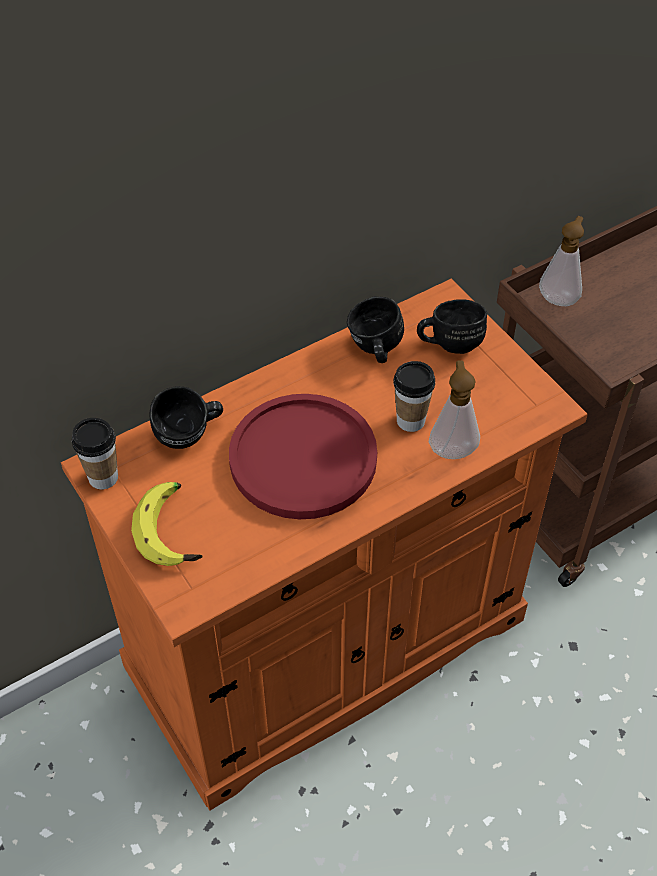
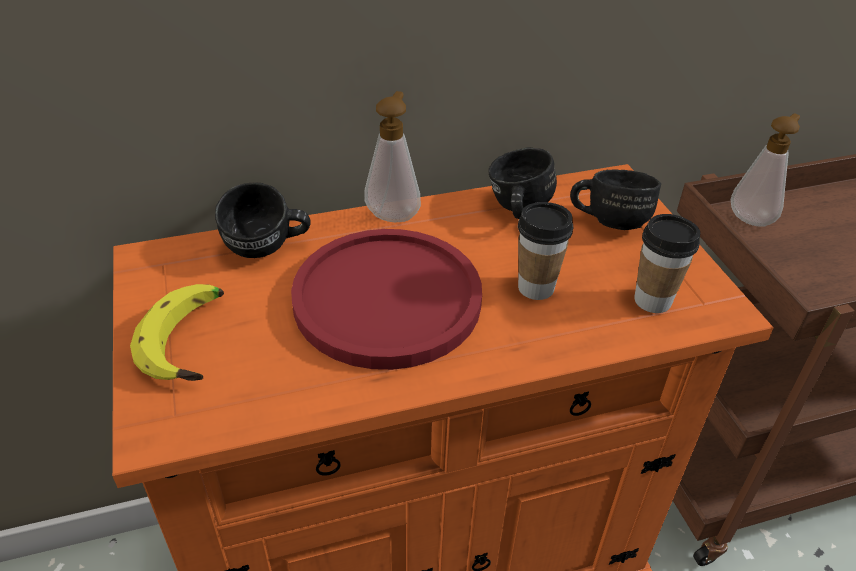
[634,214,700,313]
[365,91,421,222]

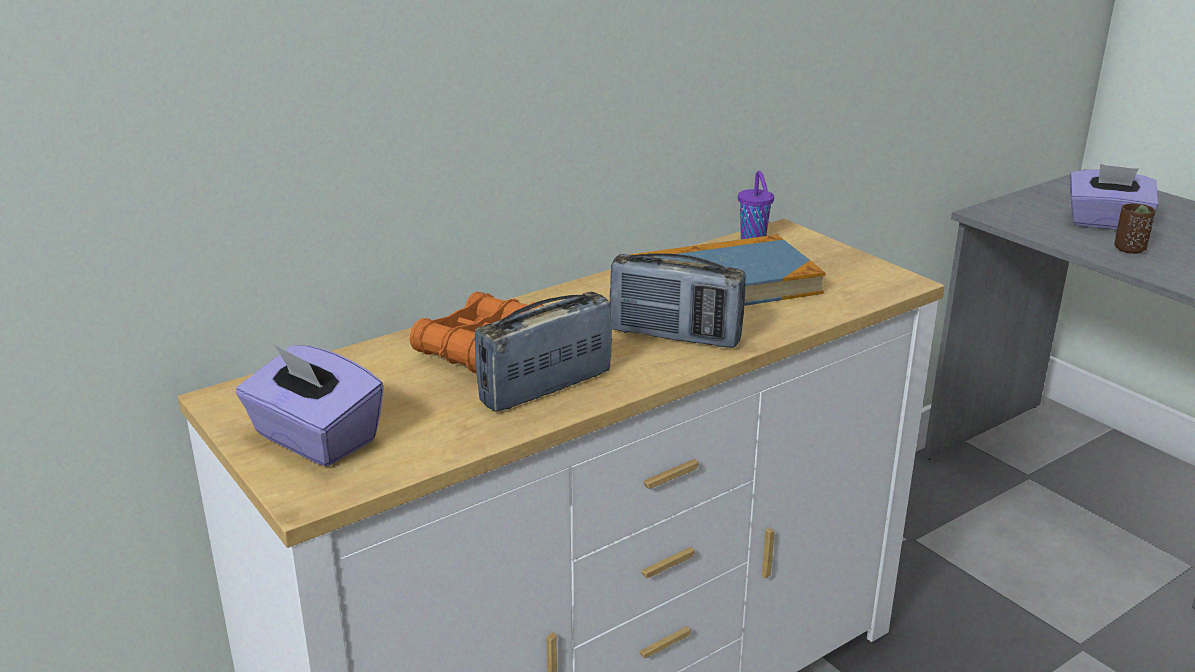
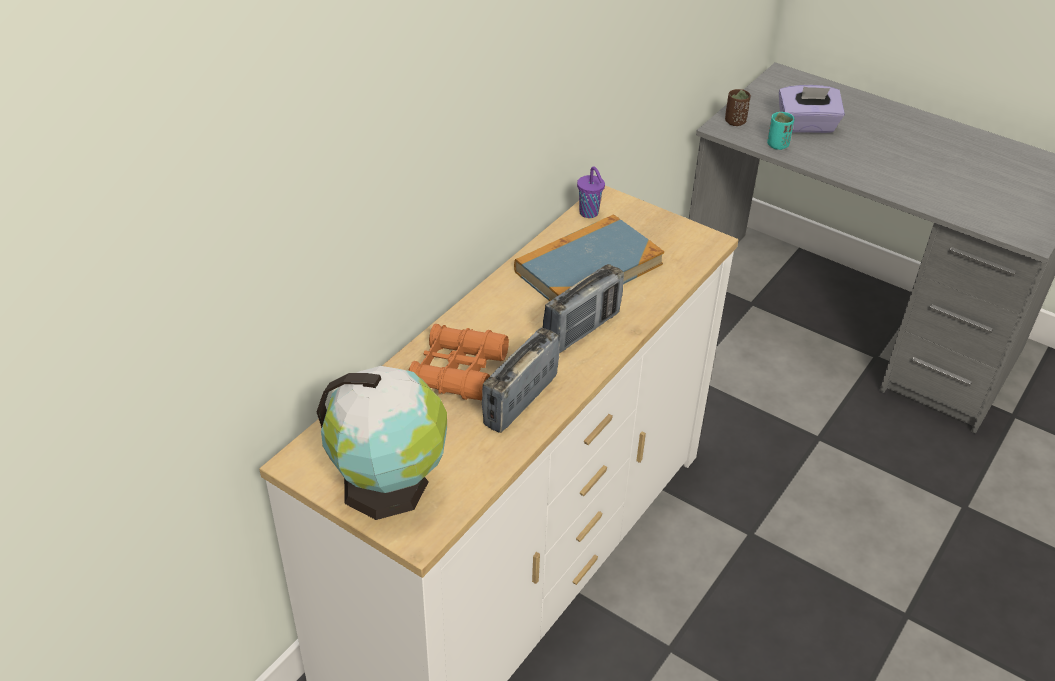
[316,366,447,520]
[543,264,624,353]
[725,89,751,126]
[767,112,794,150]

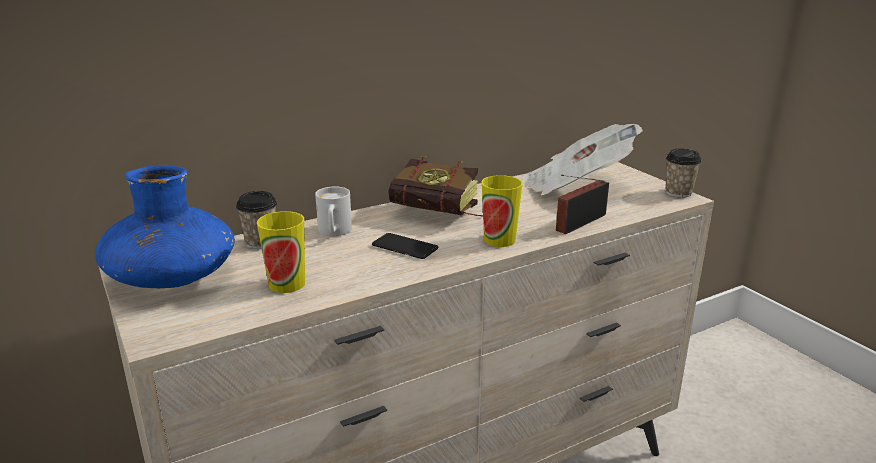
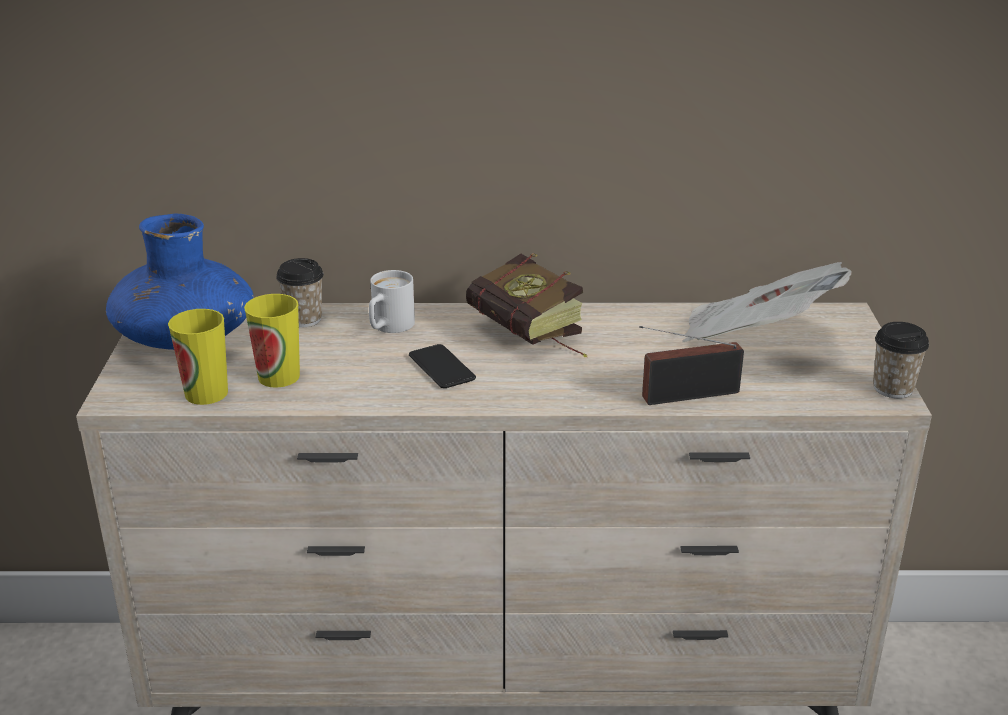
[168,309,228,405]

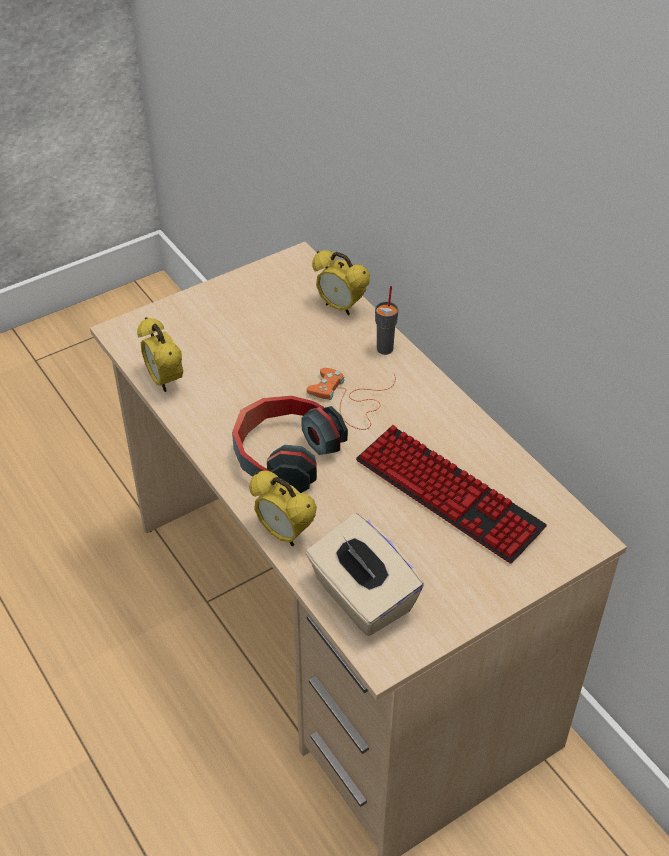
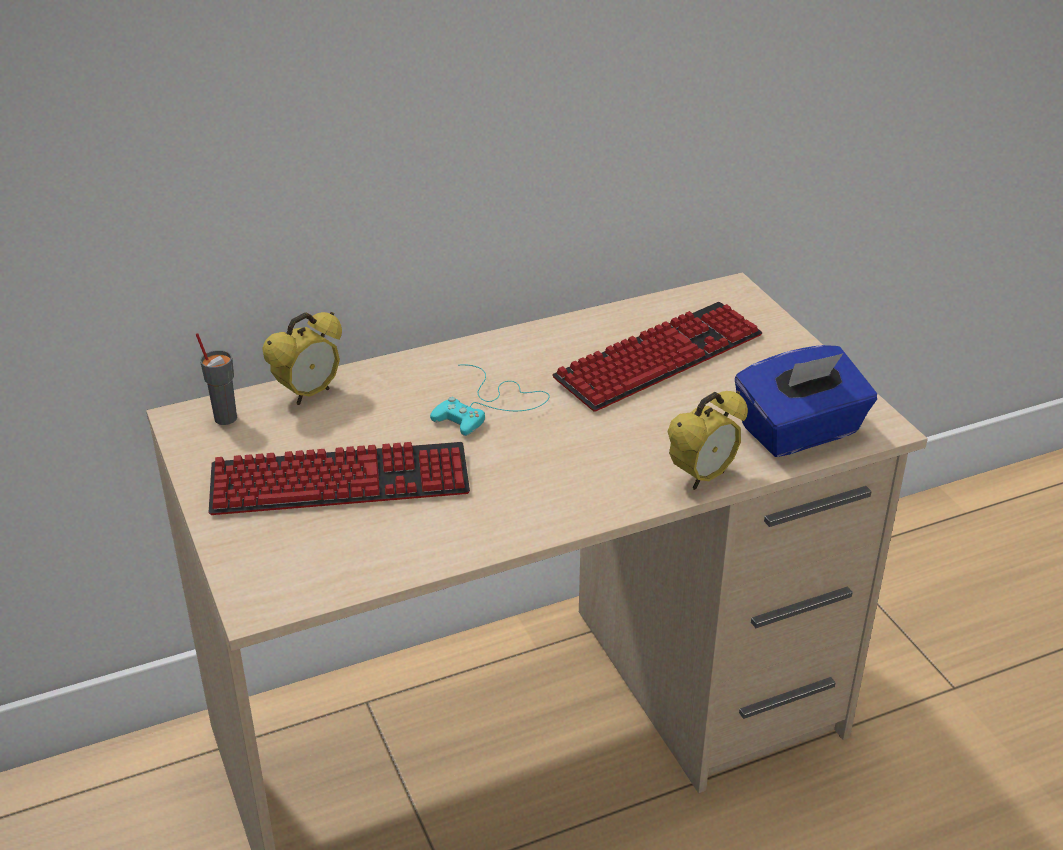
[137,317,183,392] (first image)
[232,396,348,493] (first image)
[735,345,877,457]
[430,364,550,436]
[196,333,237,425]
[209,442,470,515]

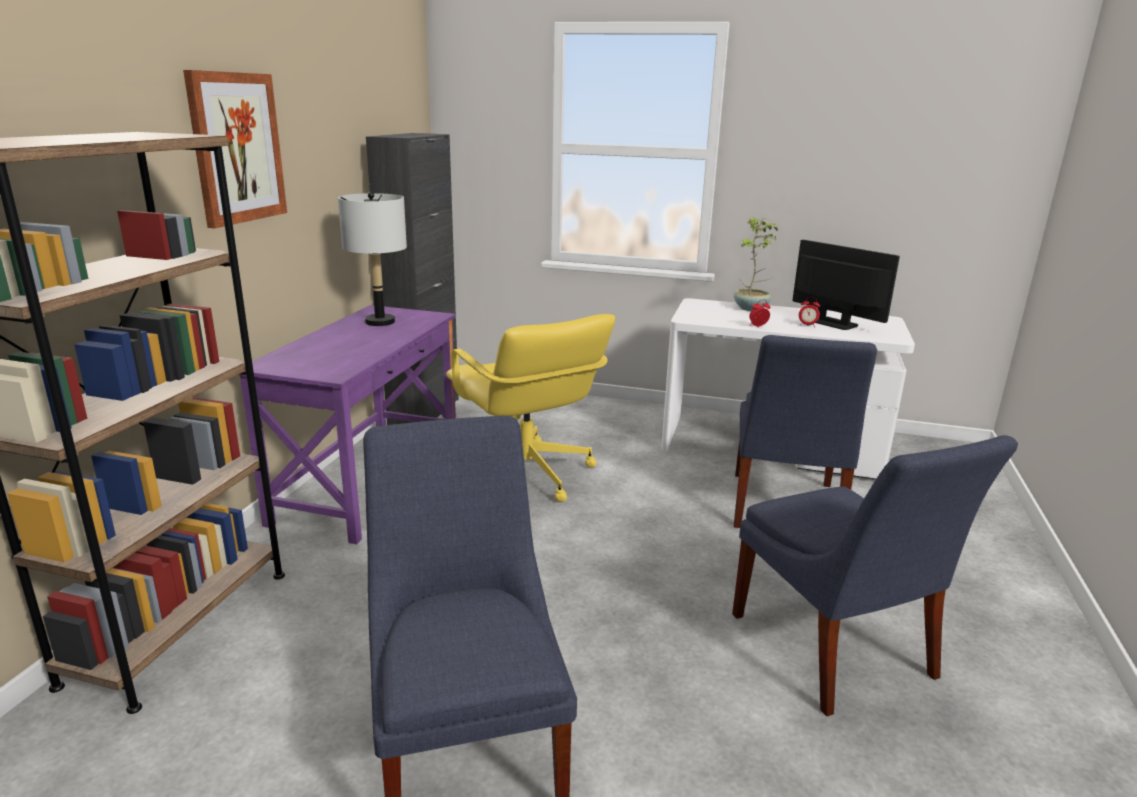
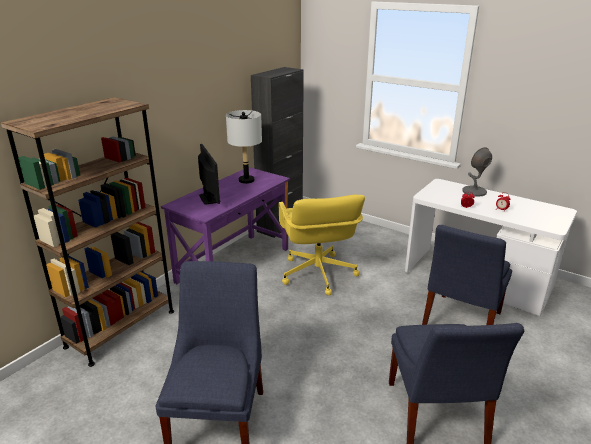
[183,70,287,228] (first image)
[462,147,492,197]
[198,144,220,204]

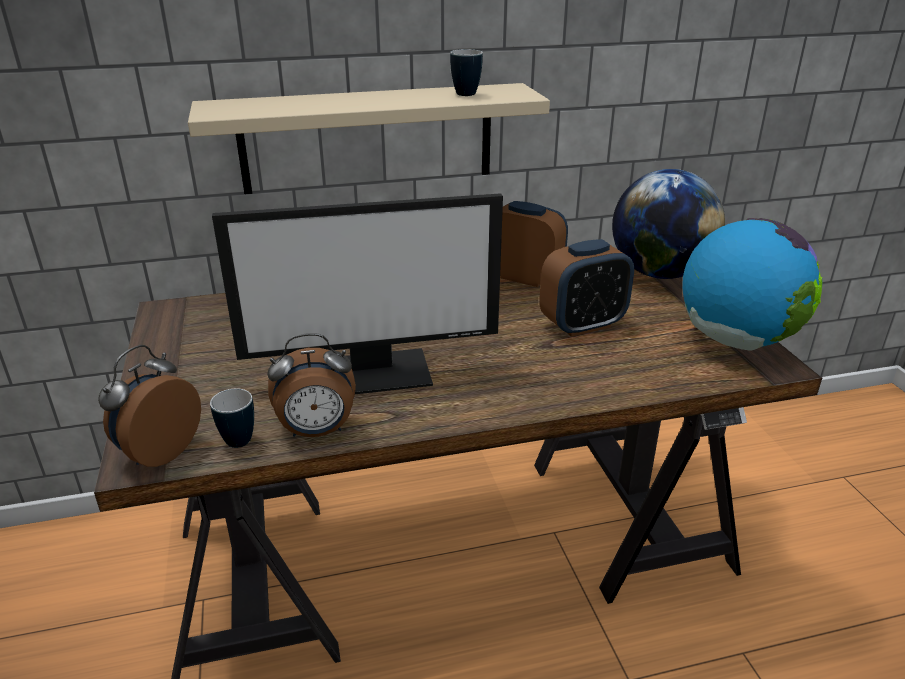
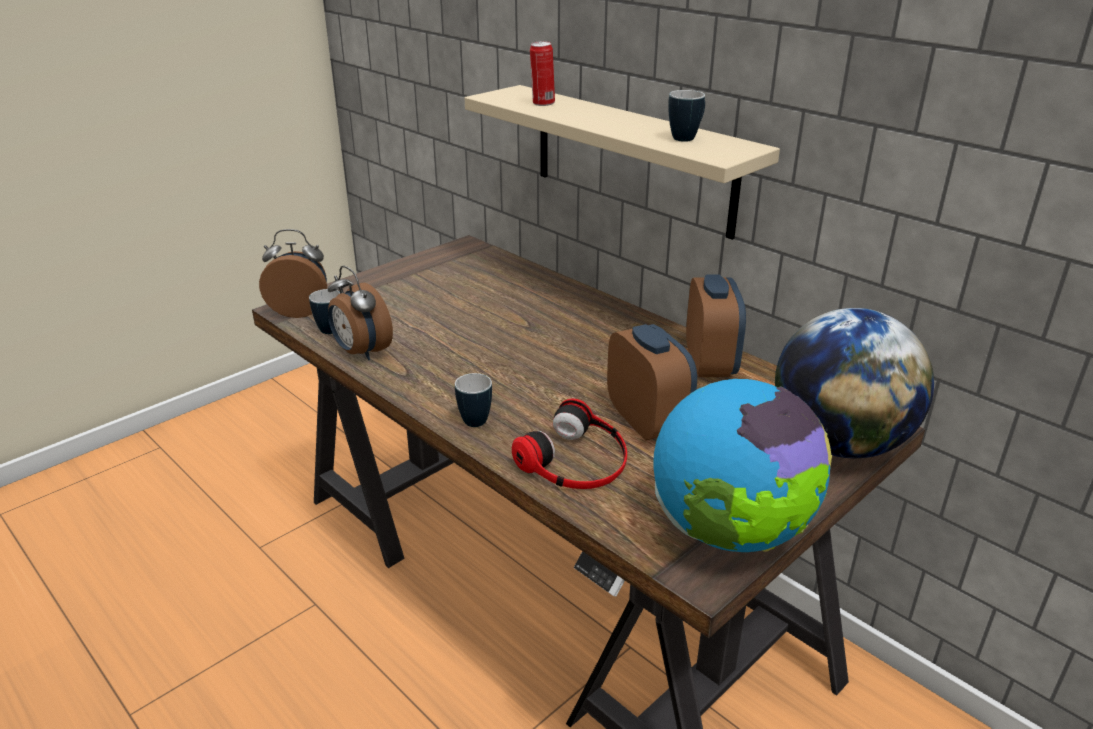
[212,193,503,394] (first image)
[607,324,697,441]
[455,373,492,427]
[512,398,627,489]
[530,41,555,106]

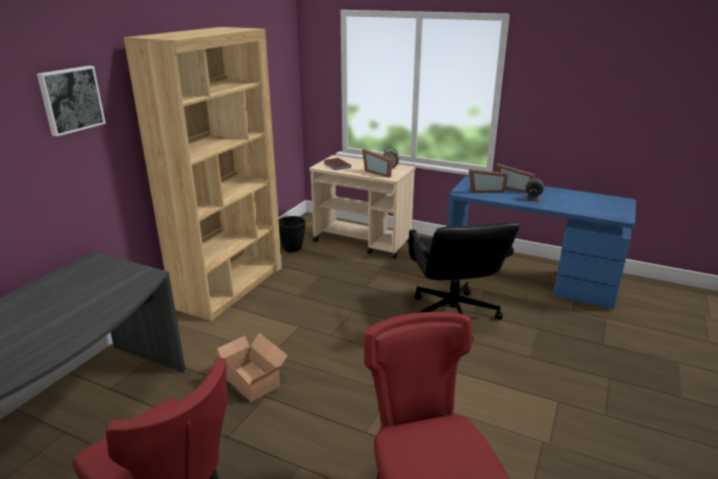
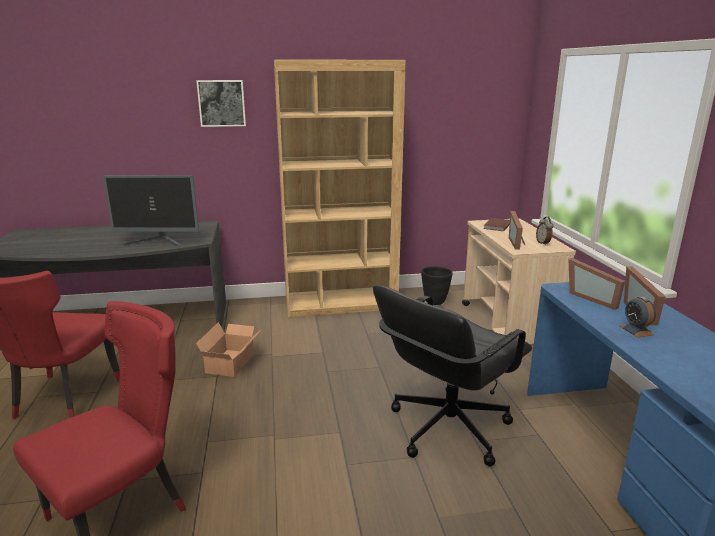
[103,175,199,246]

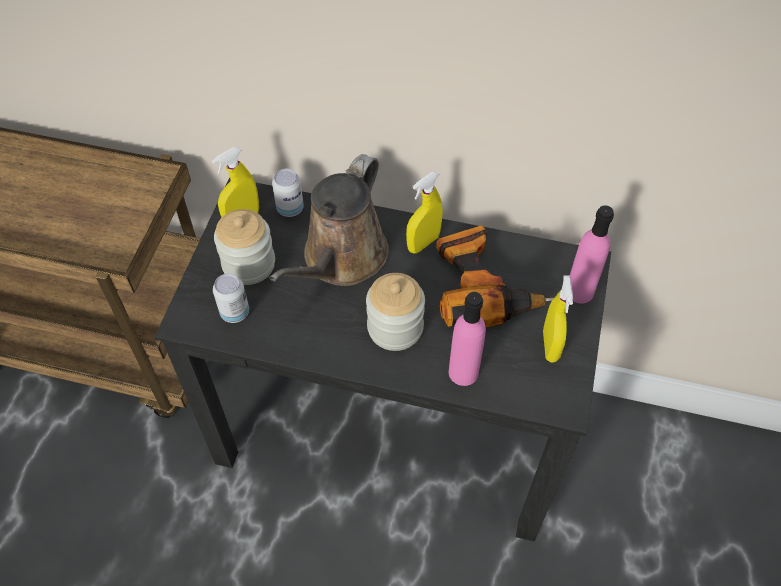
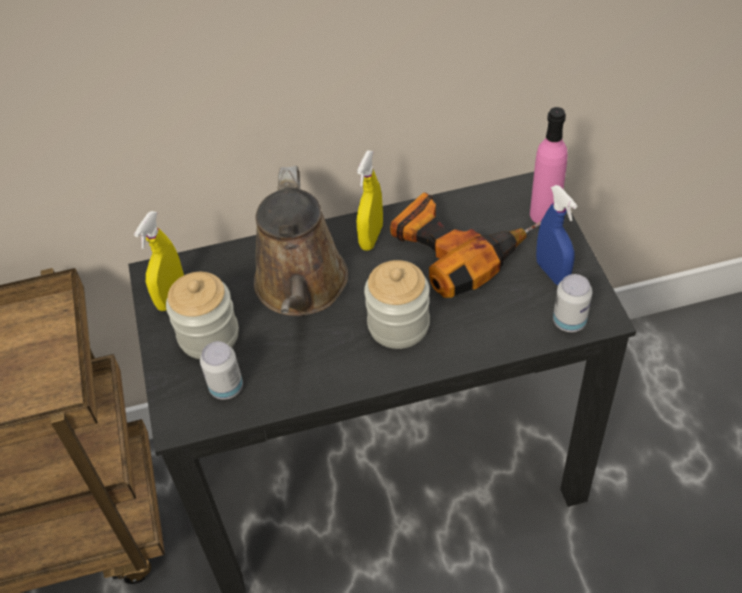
[553,274,592,332]
[449,292,486,386] (first image)
[536,185,577,285]

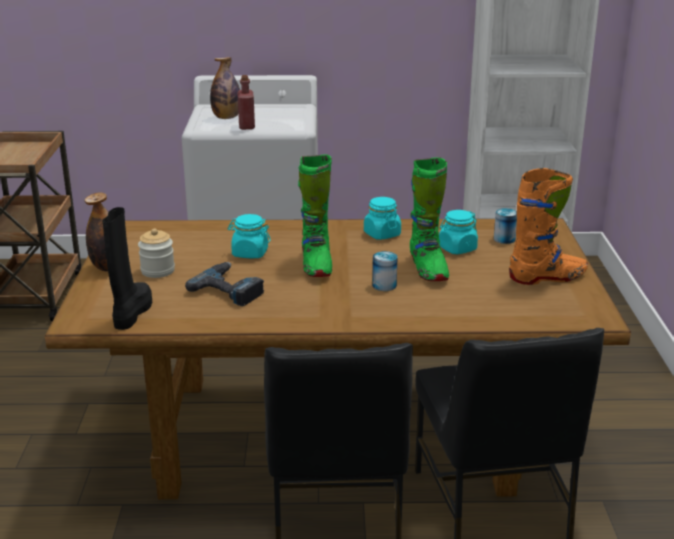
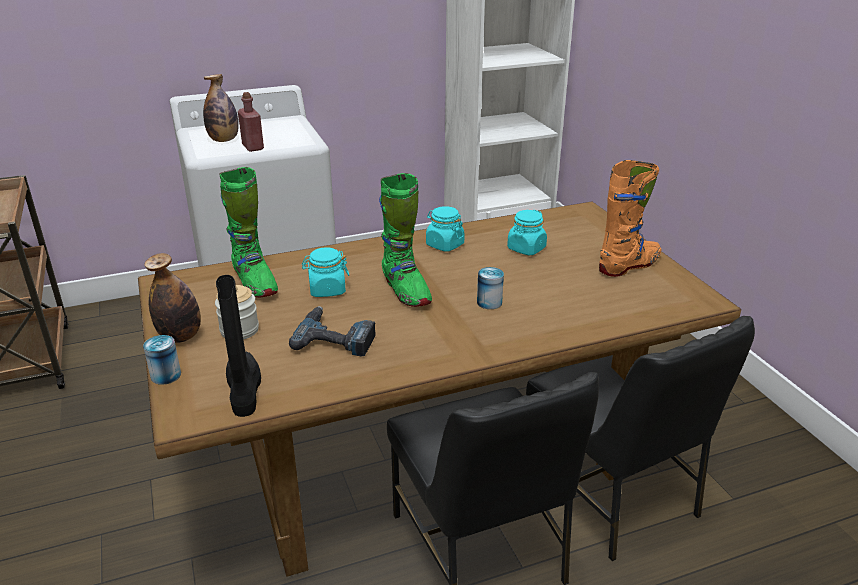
[220,167,278,297]
[143,335,181,385]

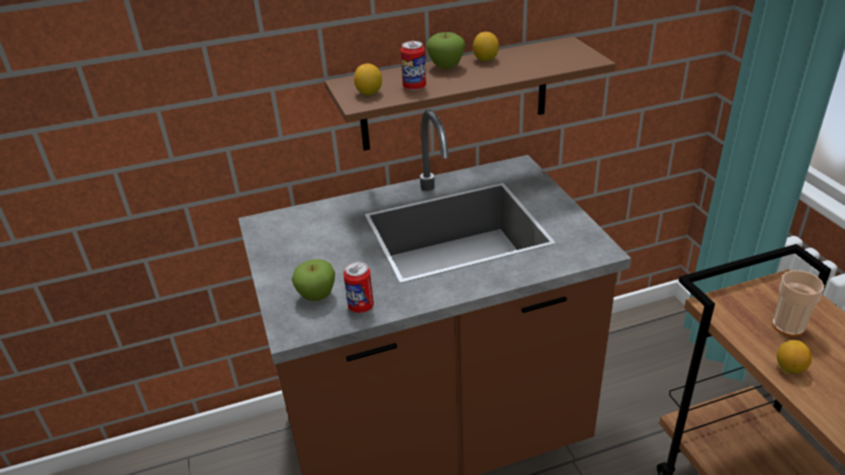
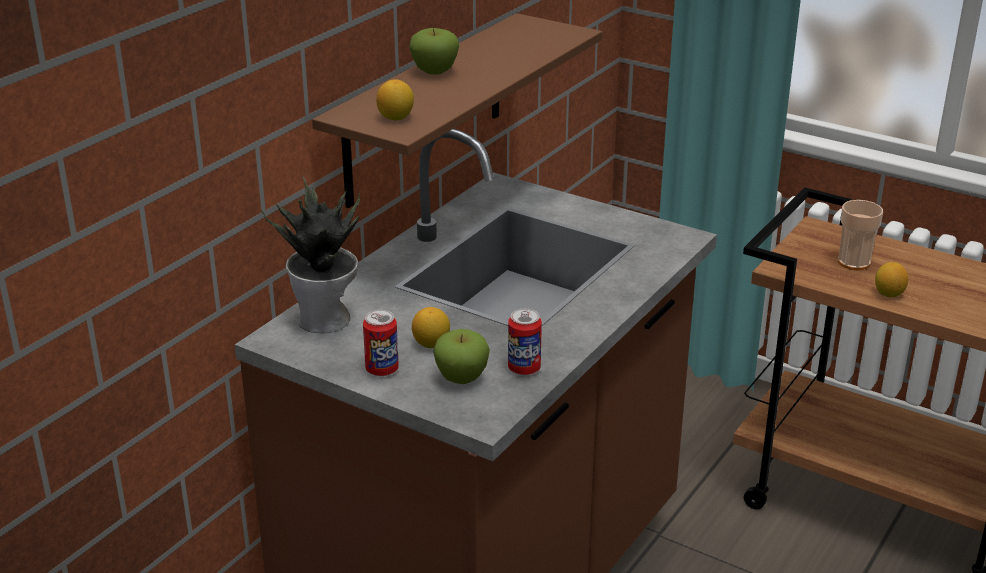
[363,310,399,376]
[412,307,450,348]
[261,176,360,333]

